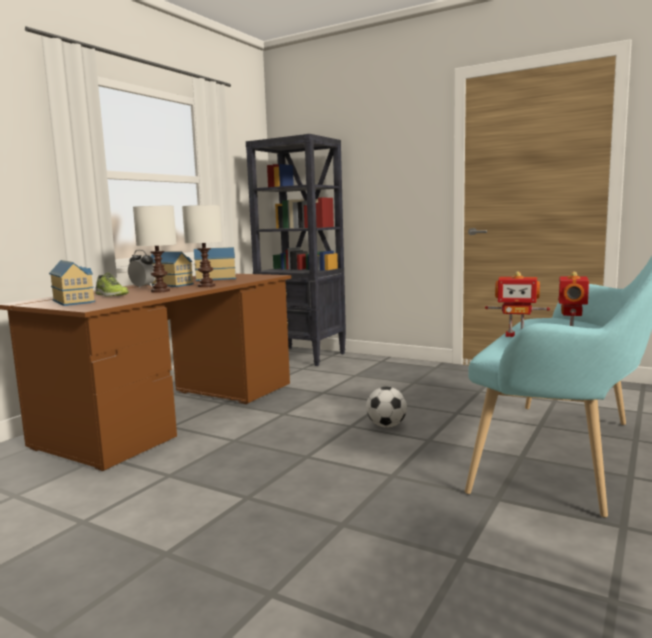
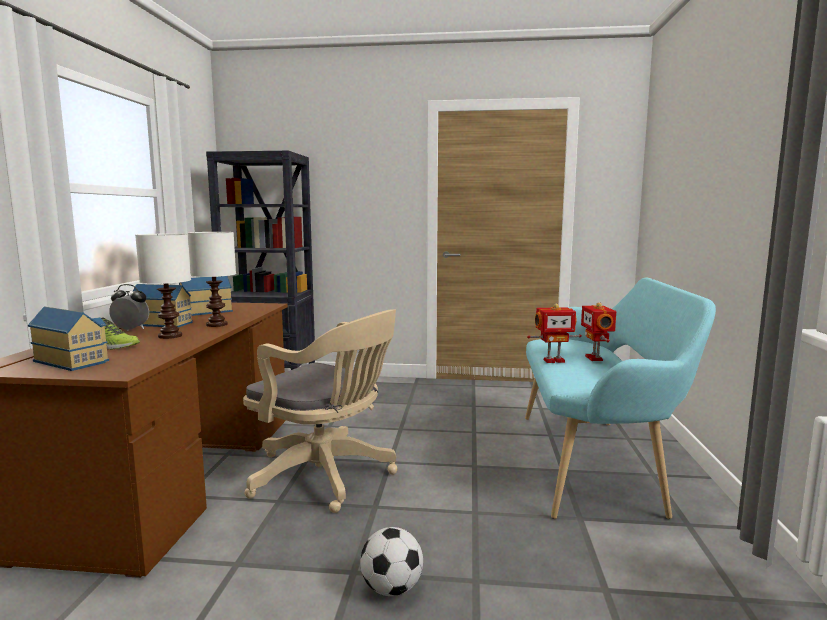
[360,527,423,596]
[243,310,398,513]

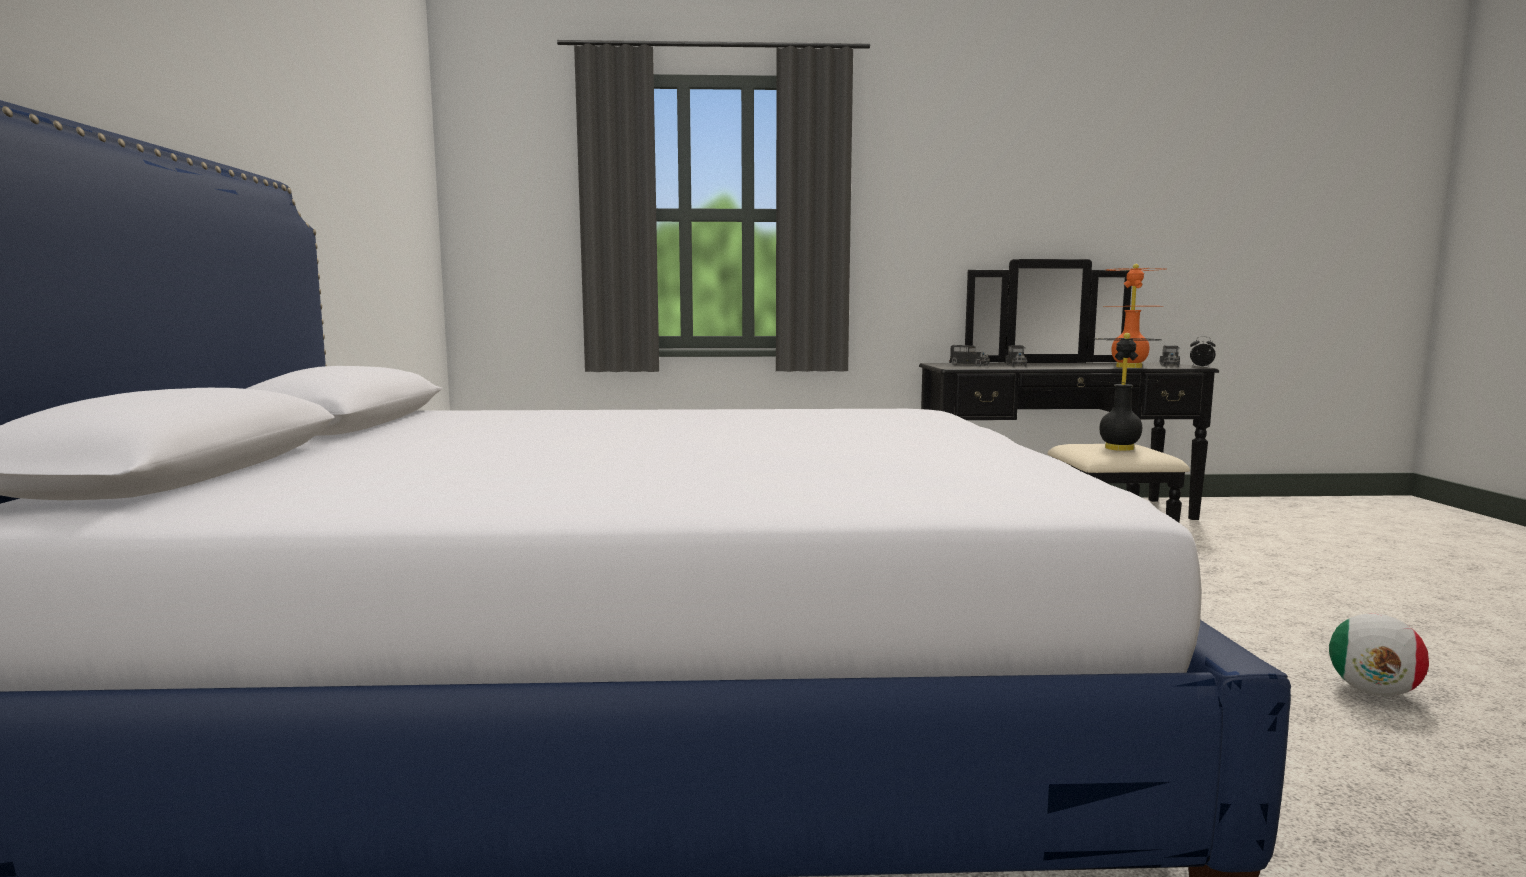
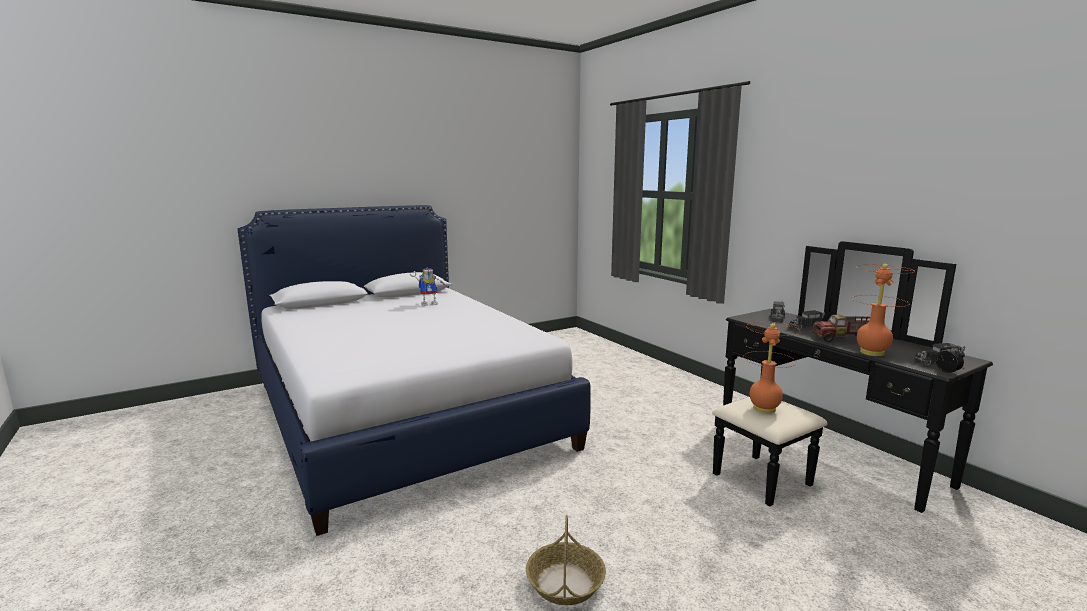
[743,322,800,414]
[526,515,606,605]
[410,267,449,306]
[812,315,870,342]

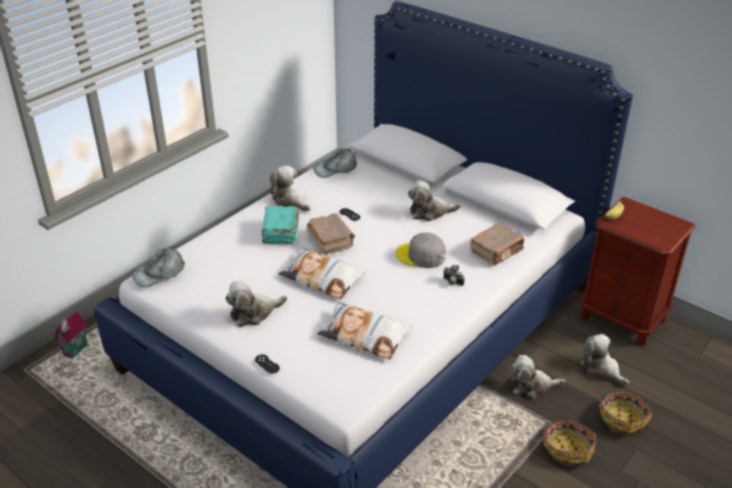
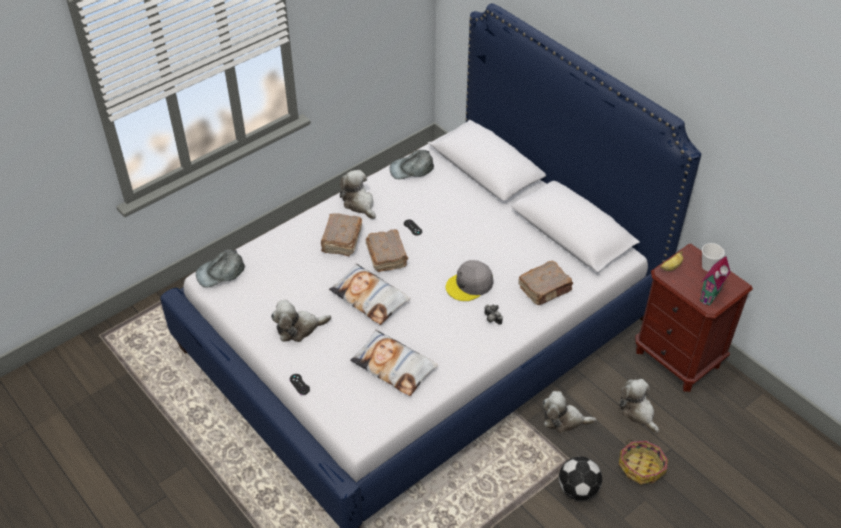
[700,256,730,306]
[321,213,362,256]
[446,260,493,301]
[408,180,461,221] (first image)
[559,456,602,500]
[702,243,725,272]

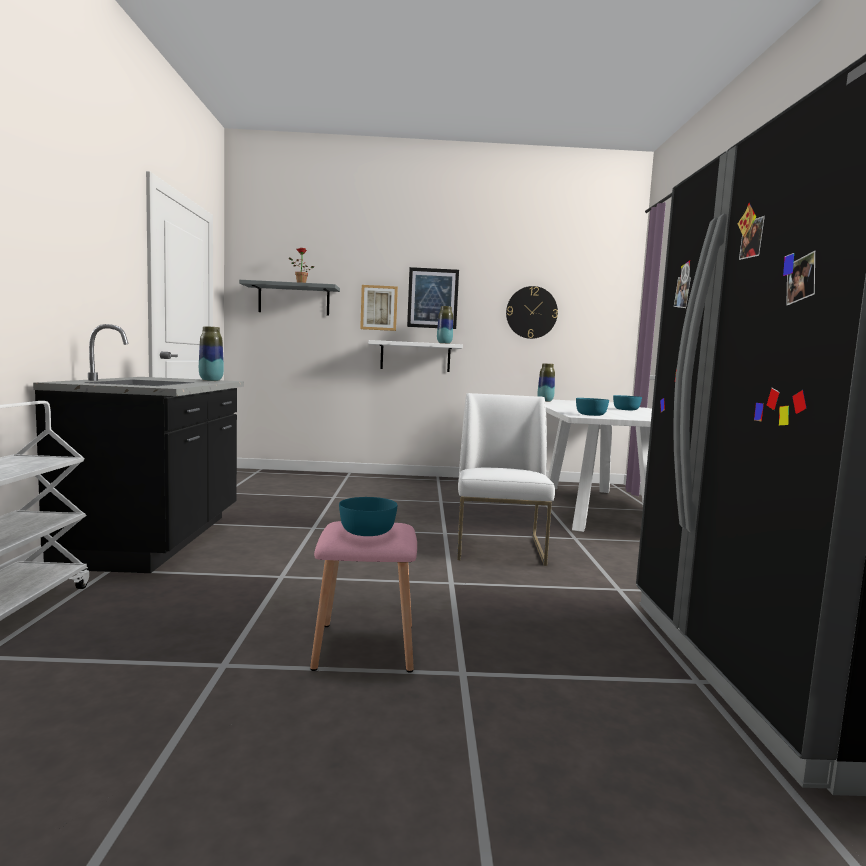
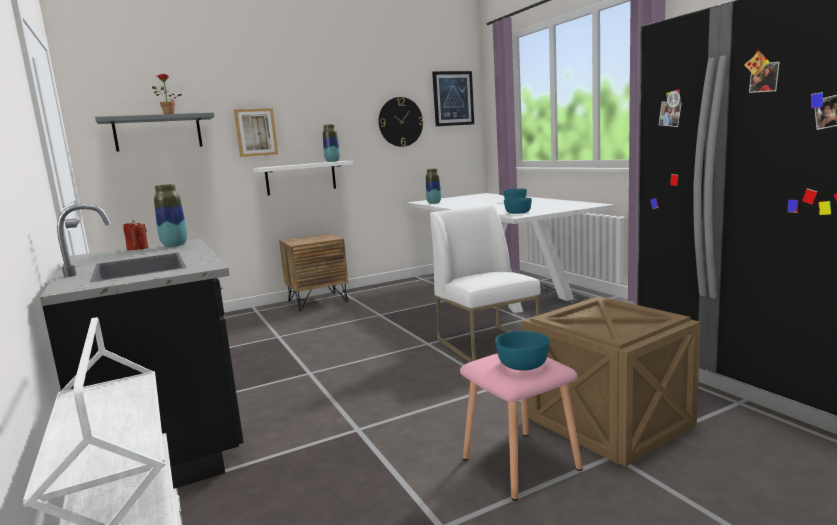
[432,71,474,126]
[123,220,148,250]
[279,233,348,311]
[522,296,701,466]

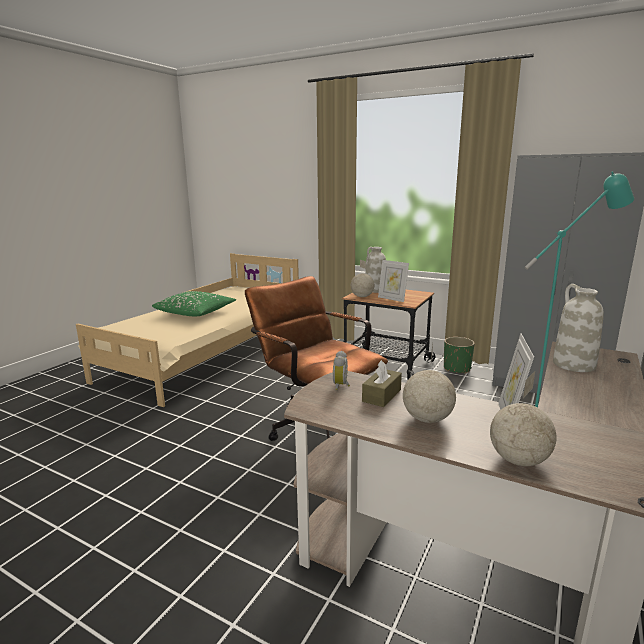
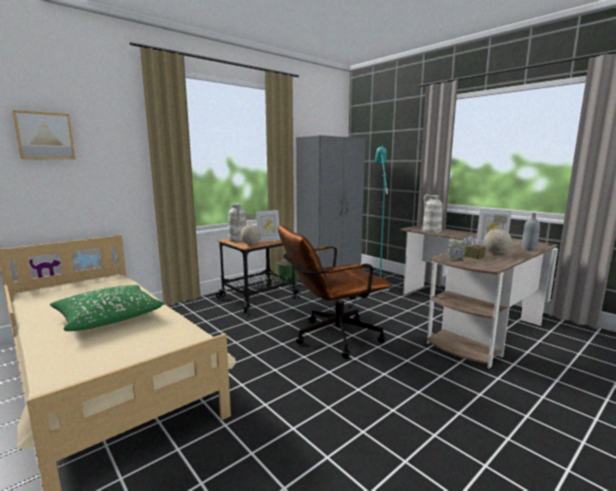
[522,213,540,251]
[13,110,75,160]

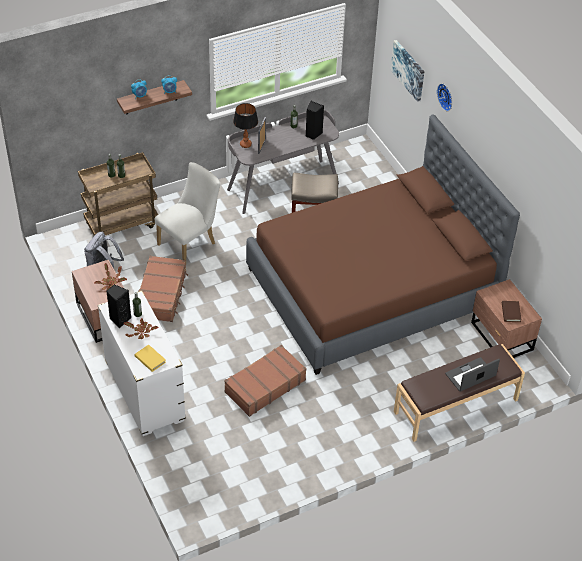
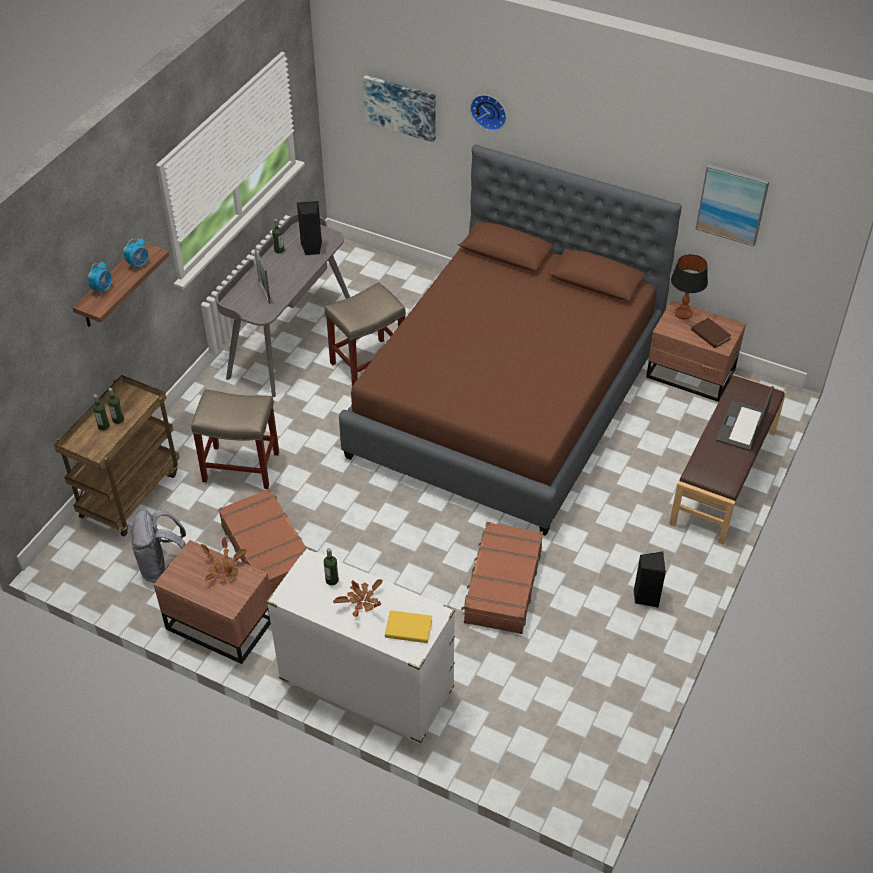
[634,552,666,607]
[191,389,279,489]
[671,254,708,319]
[696,164,769,247]

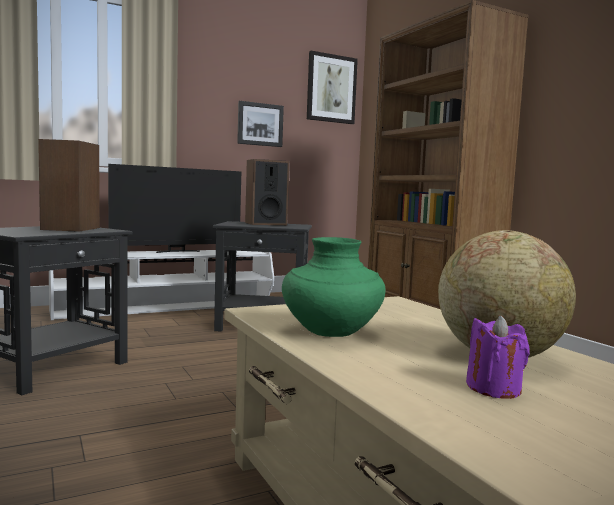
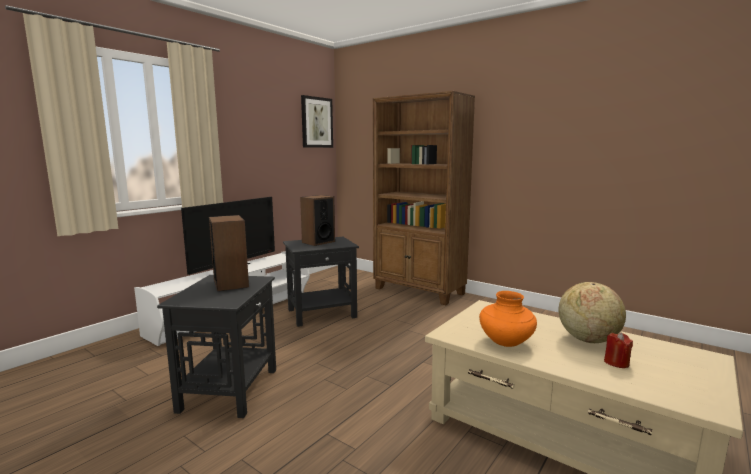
[237,101,284,147] (first image)
[479,291,537,347]
[604,333,633,368]

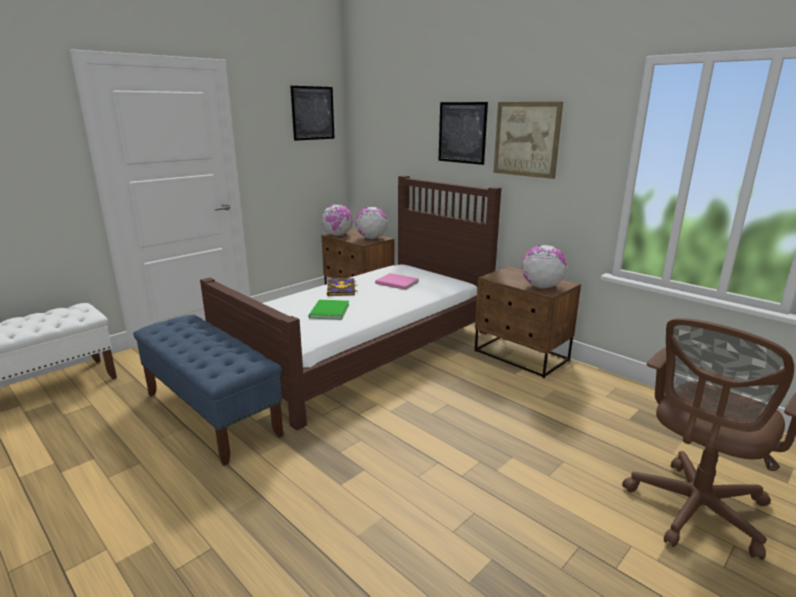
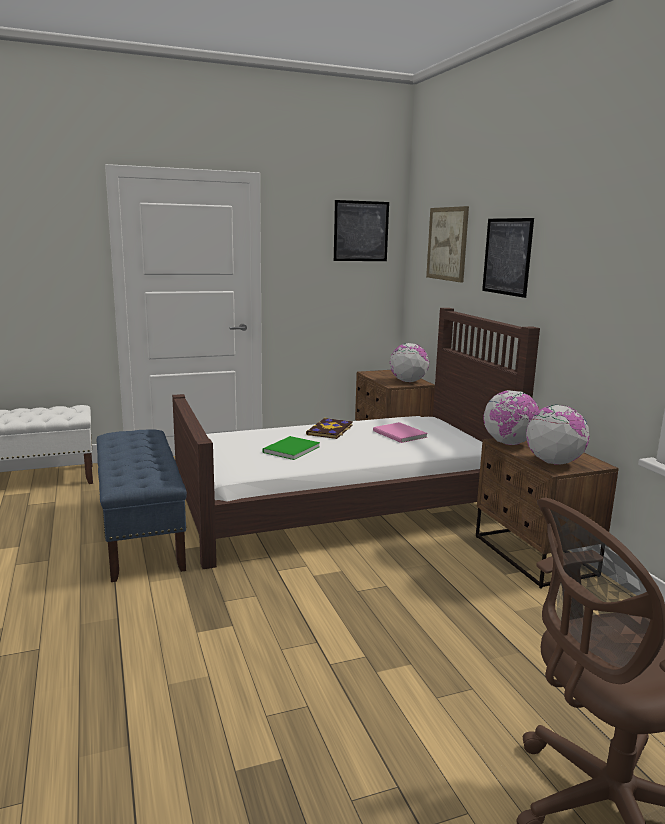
[483,390,539,445]
[426,206,469,283]

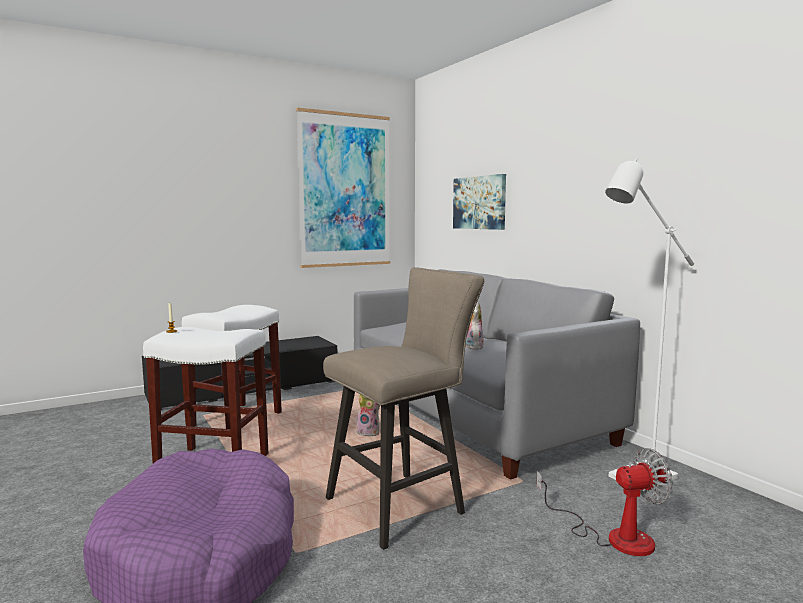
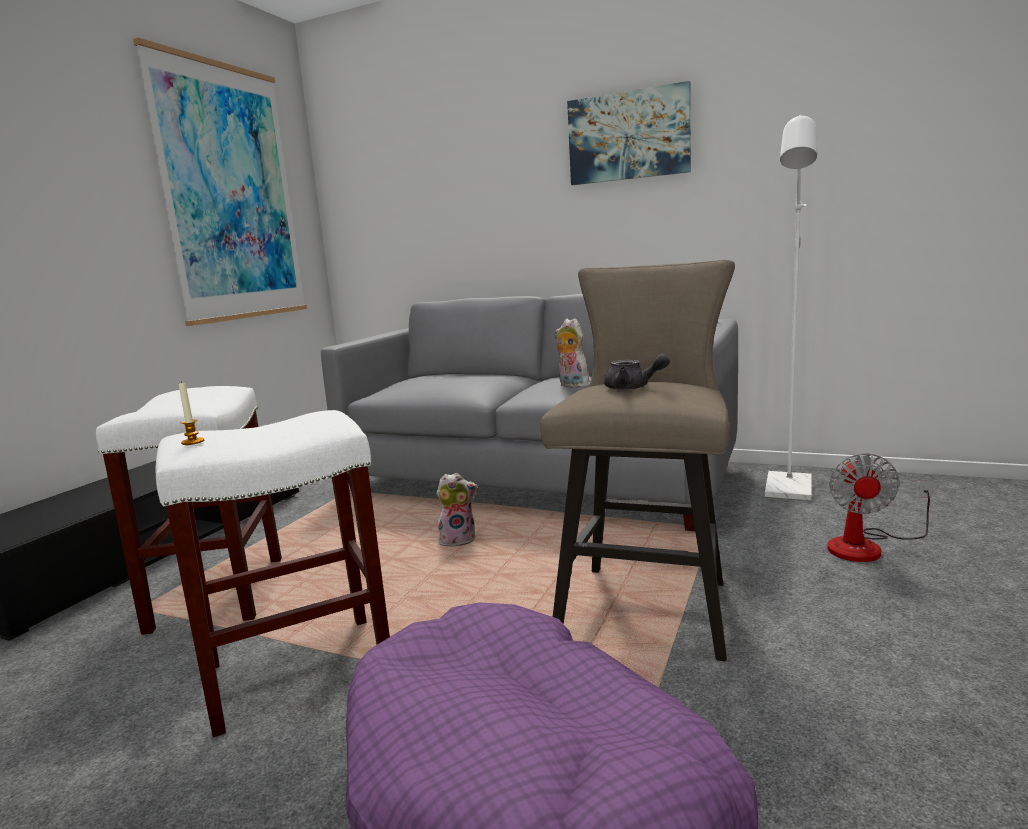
[567,81,691,185]
[827,453,934,562]
[604,354,670,390]

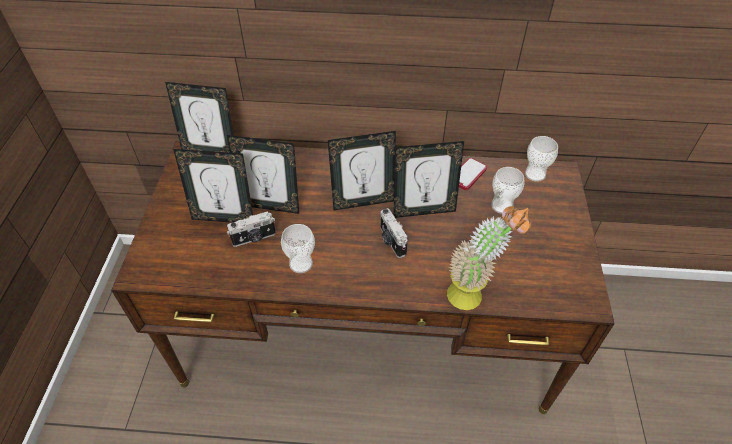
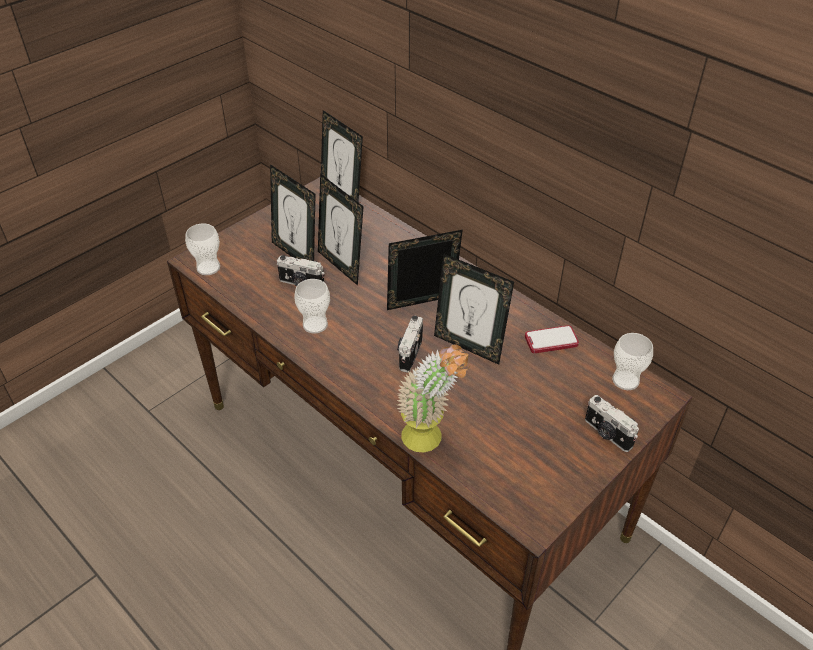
[387,230,463,310]
[185,223,220,275]
[585,395,639,452]

